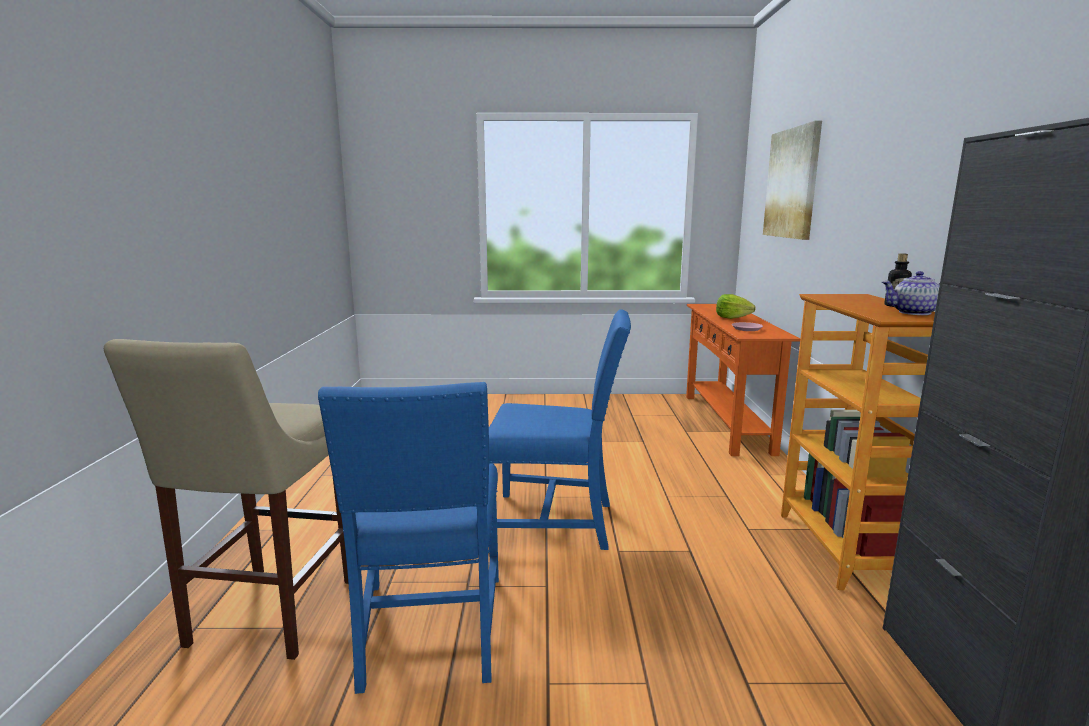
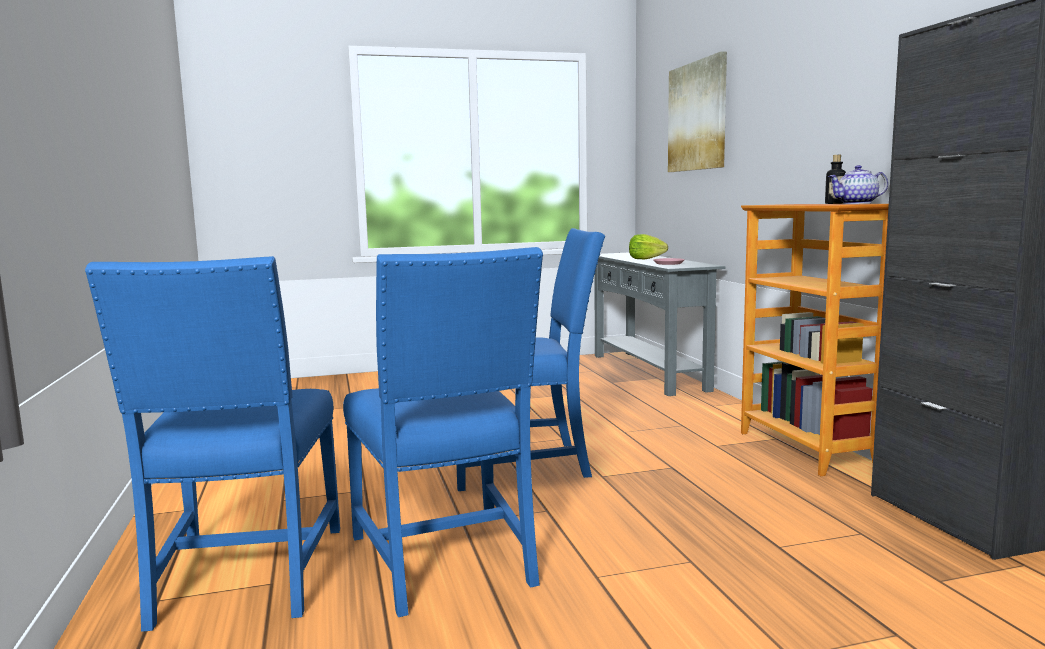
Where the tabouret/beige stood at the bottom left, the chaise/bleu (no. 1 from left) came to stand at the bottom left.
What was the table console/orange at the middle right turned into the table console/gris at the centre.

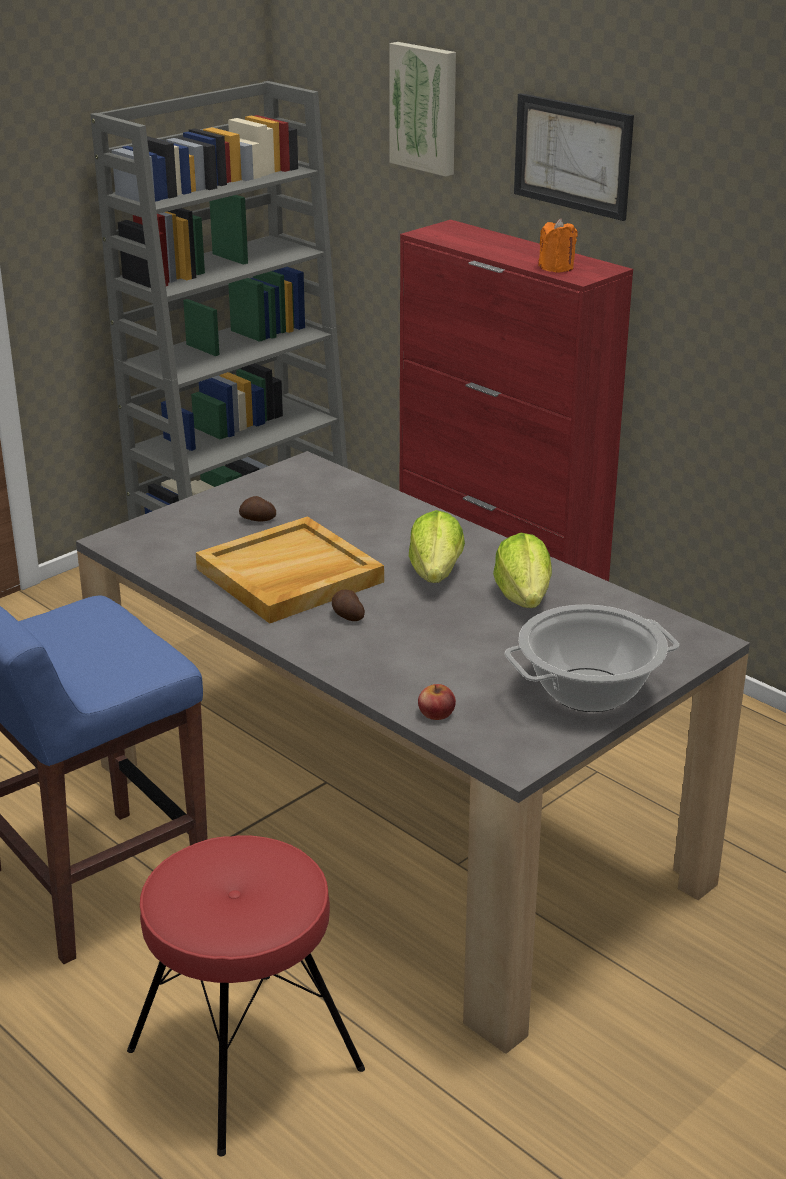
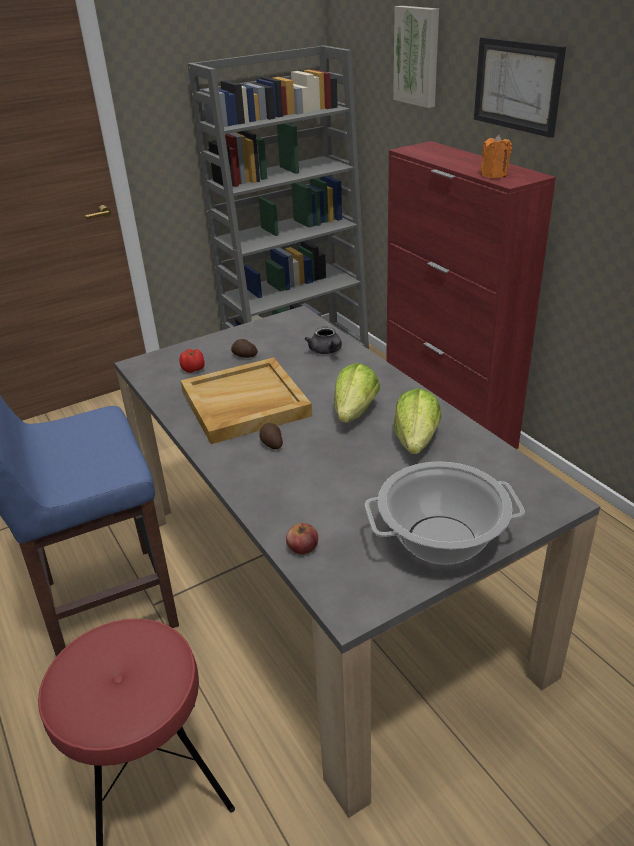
The second view gained the tomate at the middle left.
The second view gained the théière/gris at the centre.

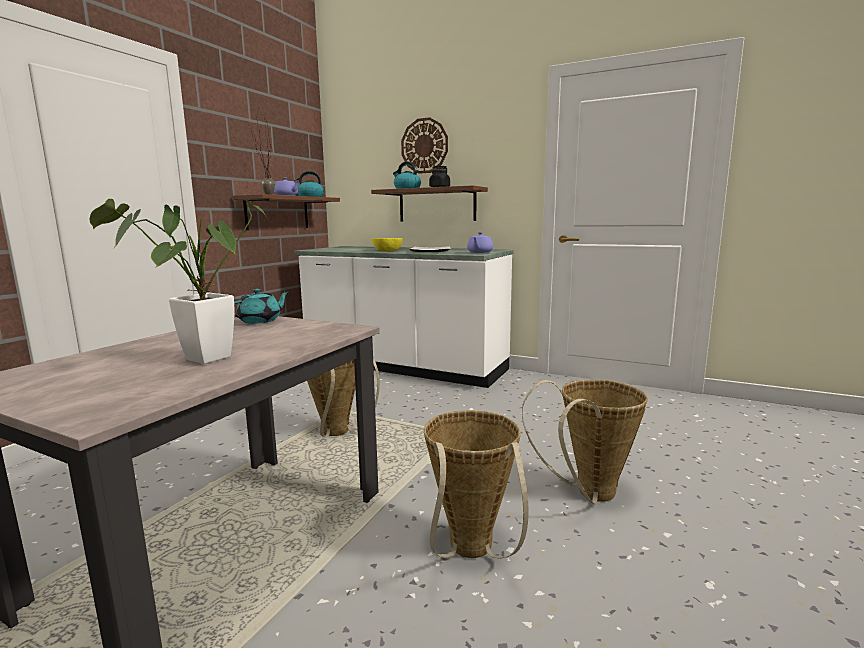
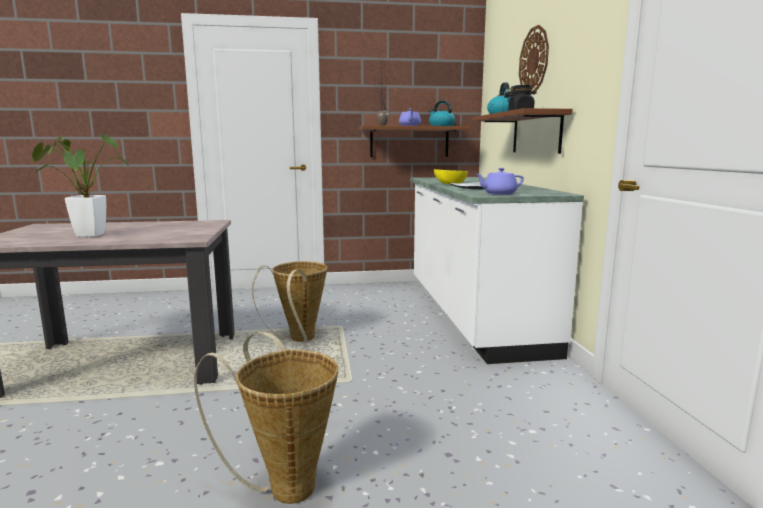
The second view lost the théière/turquoise at the middle left.
The second view lost the panier (no. 2 from left) at the bottom centre.

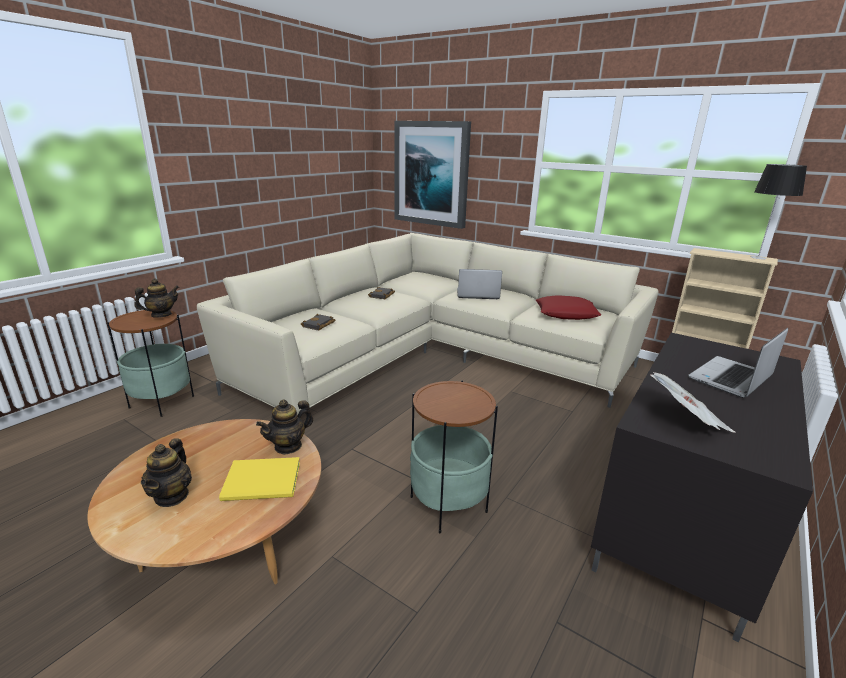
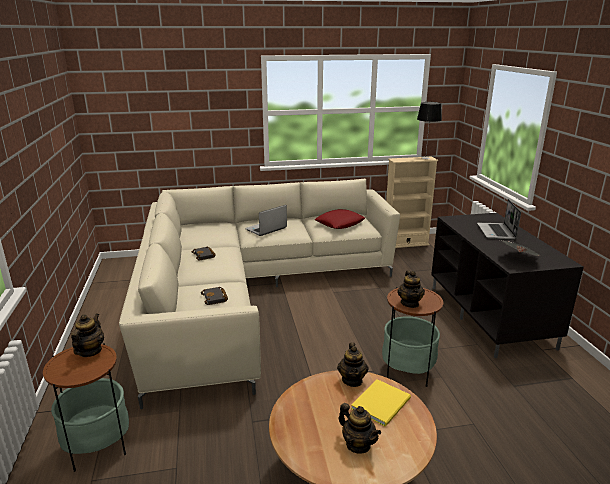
The second view lost the tableau at the top centre.
The second view gained the théière (no. 4 from left) at the middle right.

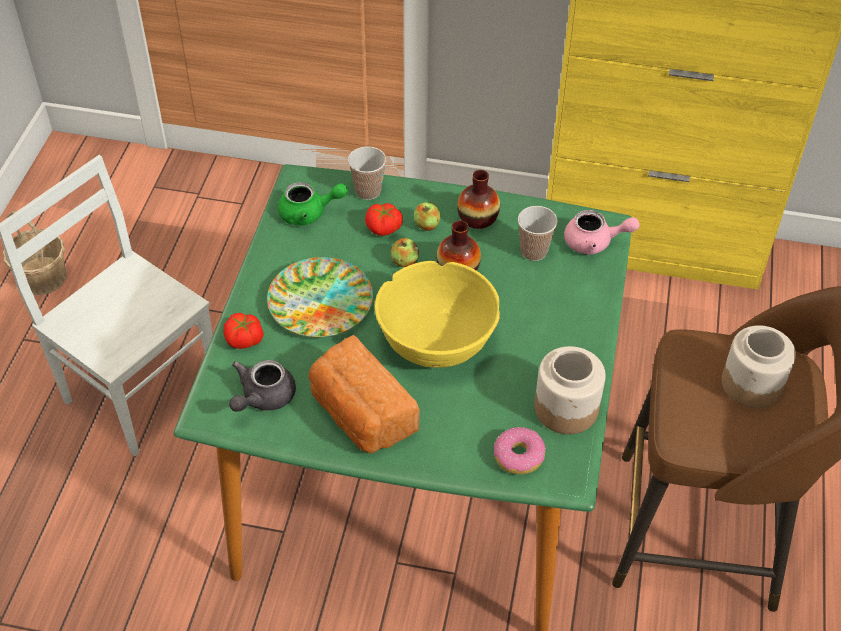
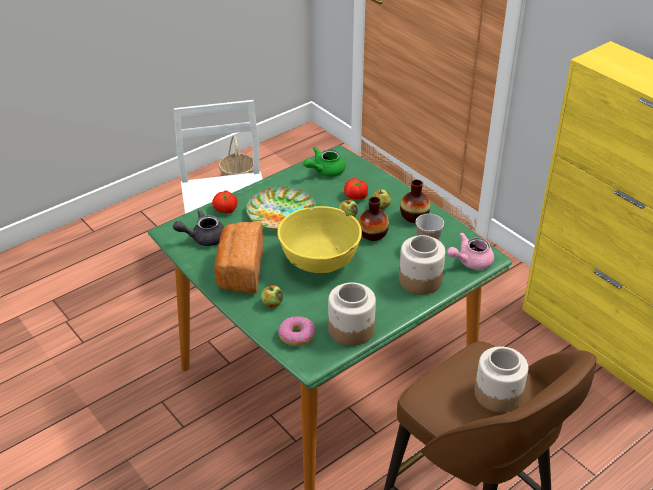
The théière/vert at the top centre ended up facing another way, 105 degrees clockwise from before.
The second view lost the tasse (no. 1 from left) at the top centre.
The théière/rose at the middle right ended up facing another way, 105 degrees clockwise from before.
The second view gained the pomme (no. 1 from left) at the centre.
The second view gained the bocal (no. 2 from left) at the centre.

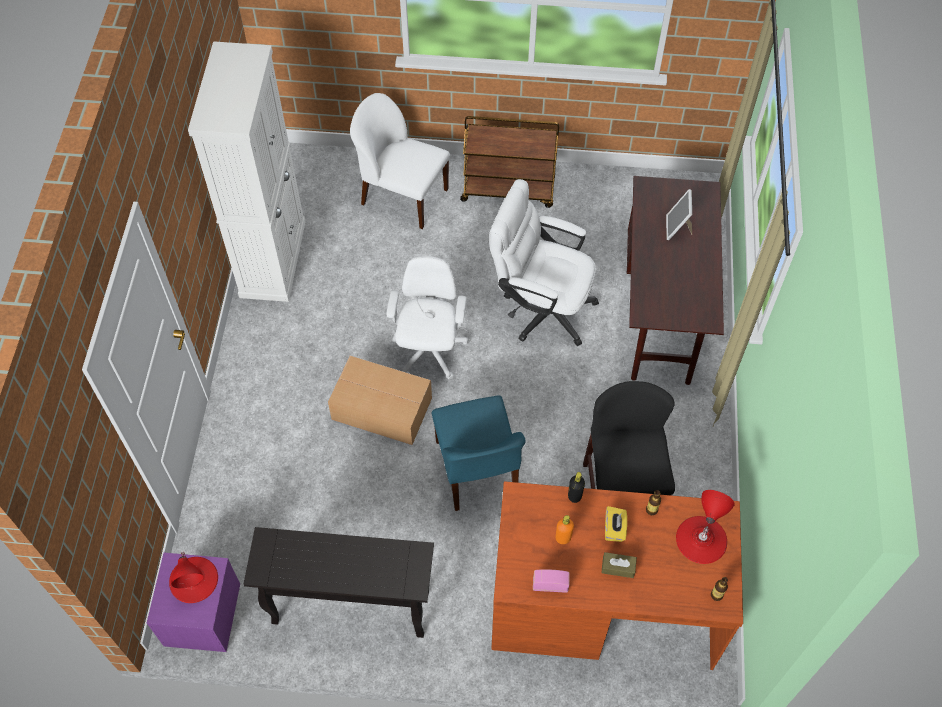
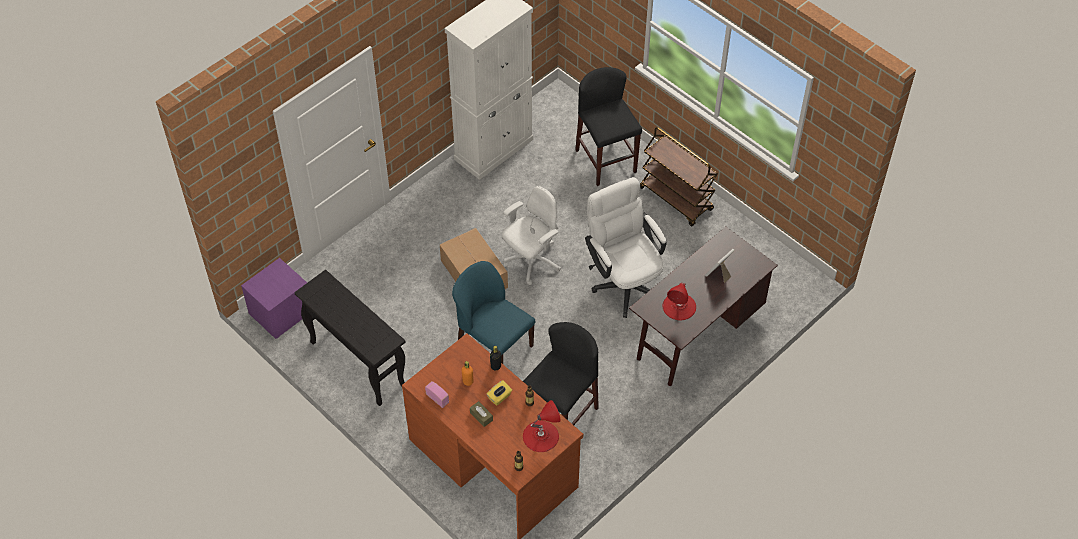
The lampe de table/rouge (no. 1 from left in the first image) ended up elsewhere, having gone from the bottom left to the centre.
Where the chaise/blanc stood at the top centre, the tabouret/noir (no. 2 from left) came to stand at the top centre.
The chaise/bleu at the centre ended up facing another way, 105 degrees clockwise from before.

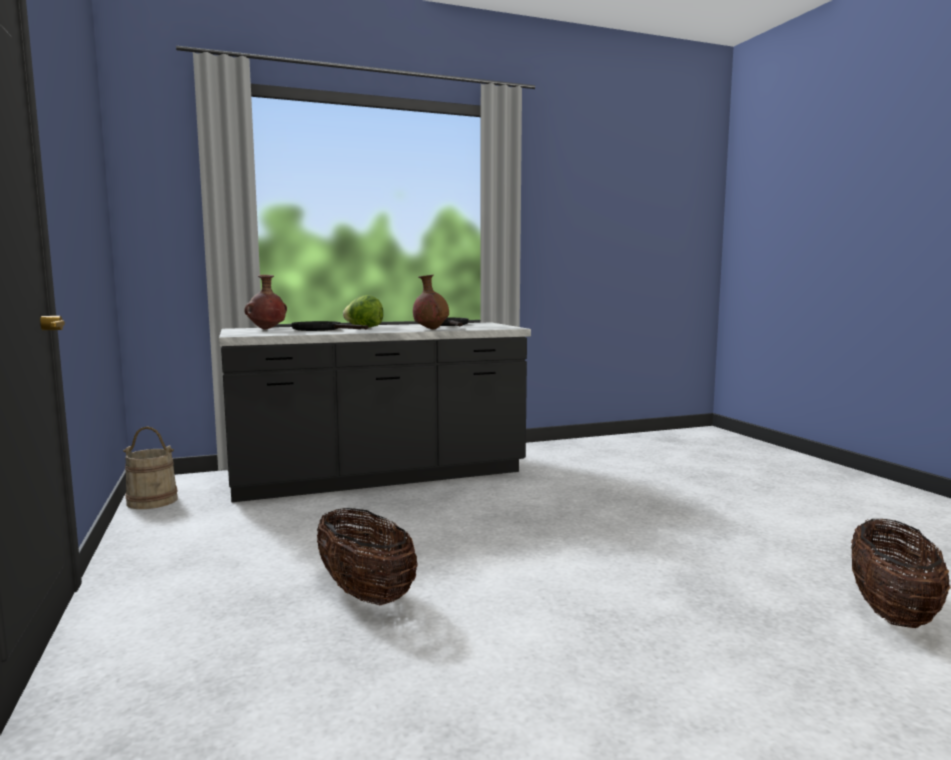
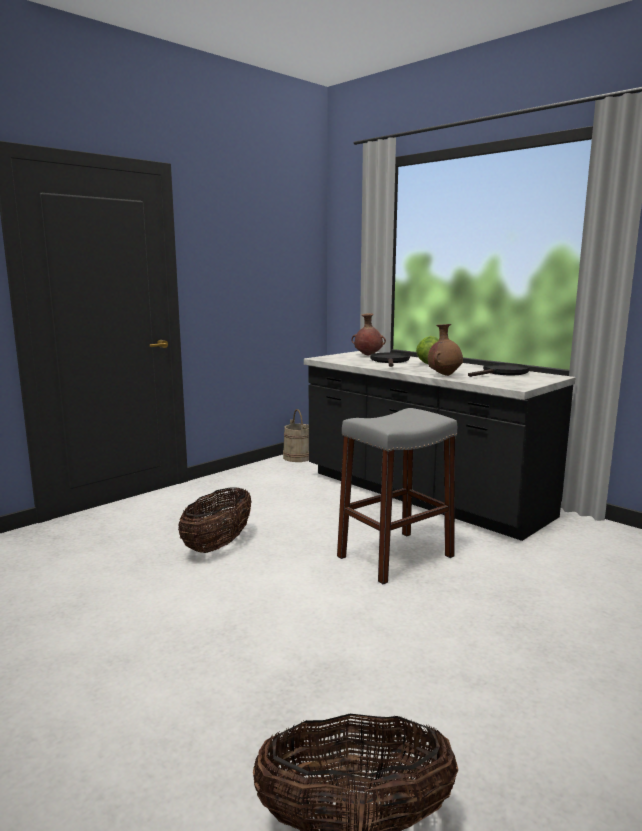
The second view gained the tabouret/gris at the centre.

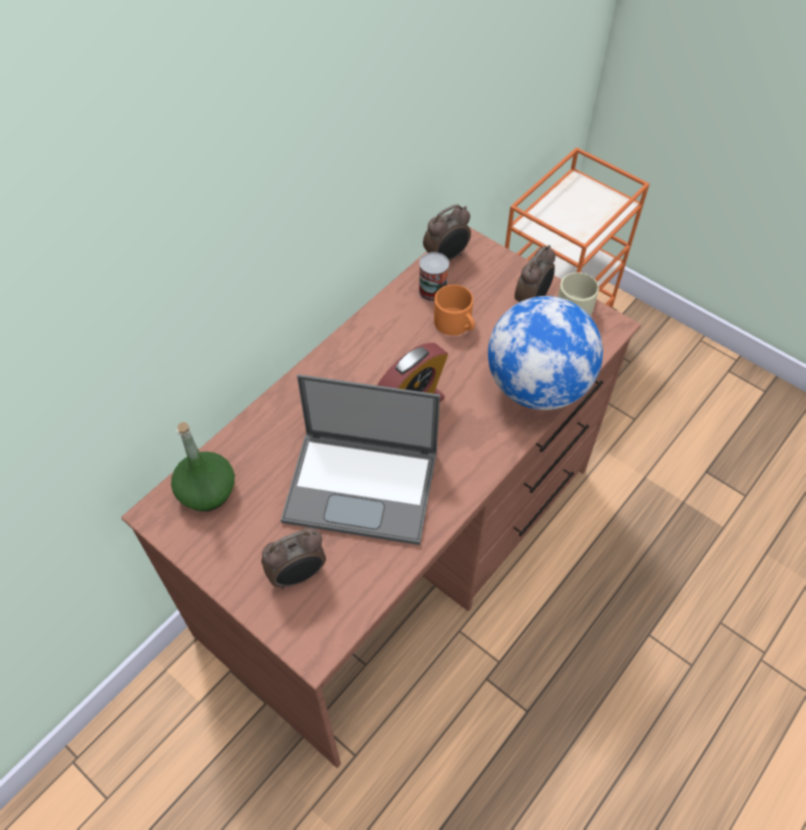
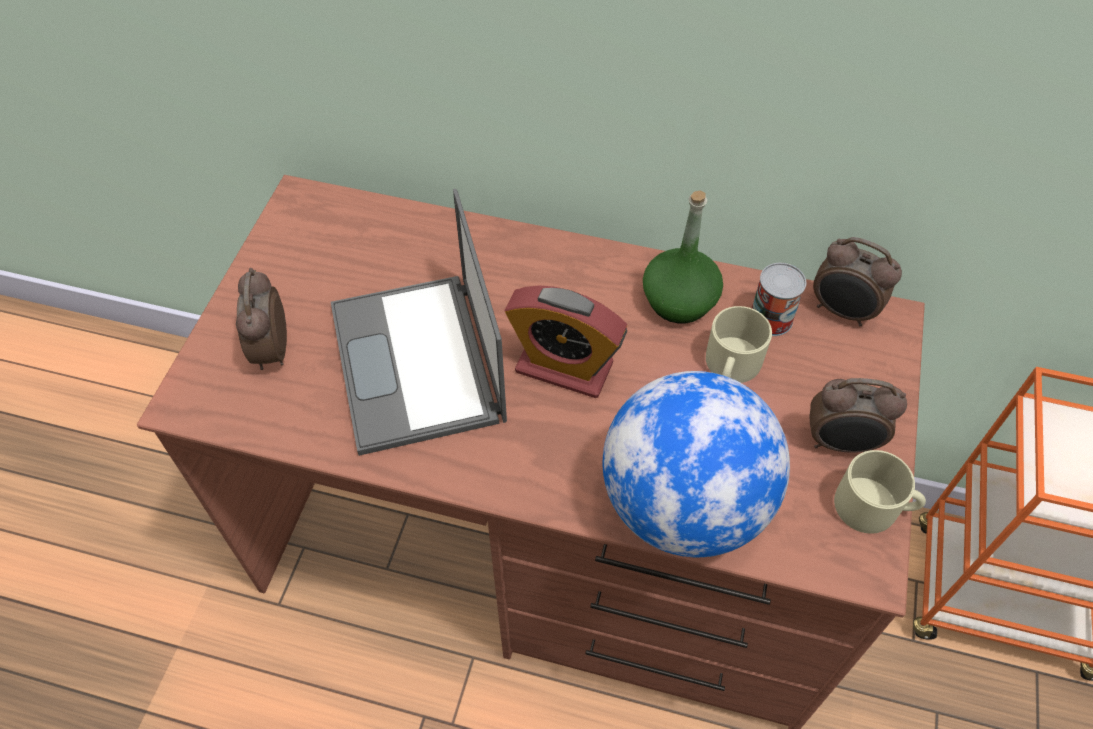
The bouteille/vert ended up elsewhere, having gone from the middle left to the centre.
The réveil (no. 1 from left) at the bottom centre ended up facing another way, 45 degrees clockwise from before.
What was the mug/orange at the centre turned into the mug/beige (no. 1 from left) at the middle right.

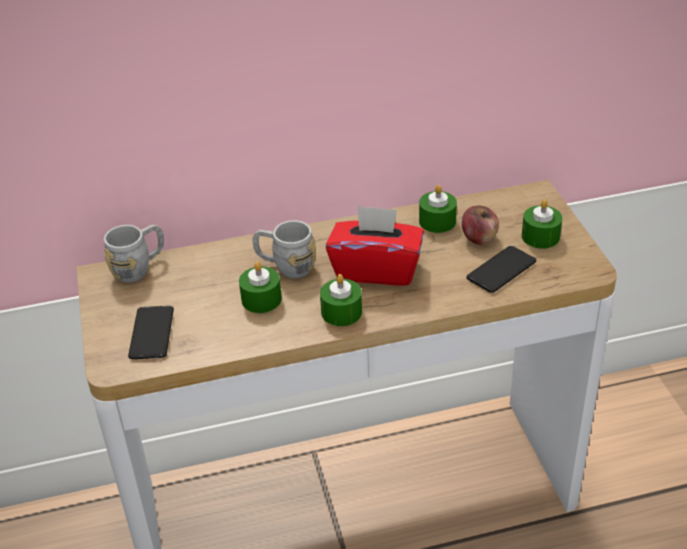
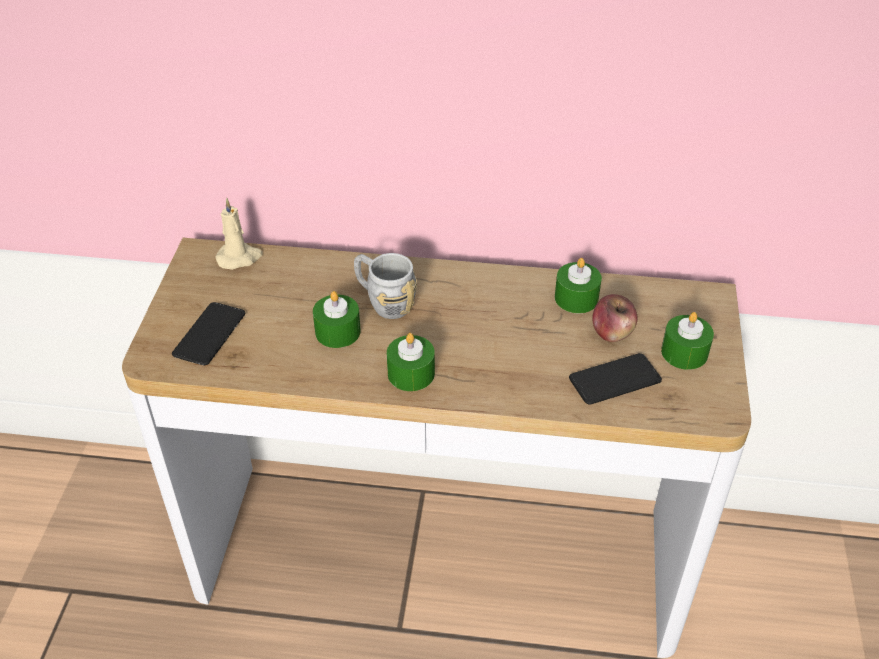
Where the mug/gris (no. 1 from left) stood at the middle left, the bougie/beige came to stand at the middle left.
The second view lost the boîte à mouchoirs/rouge at the centre.

